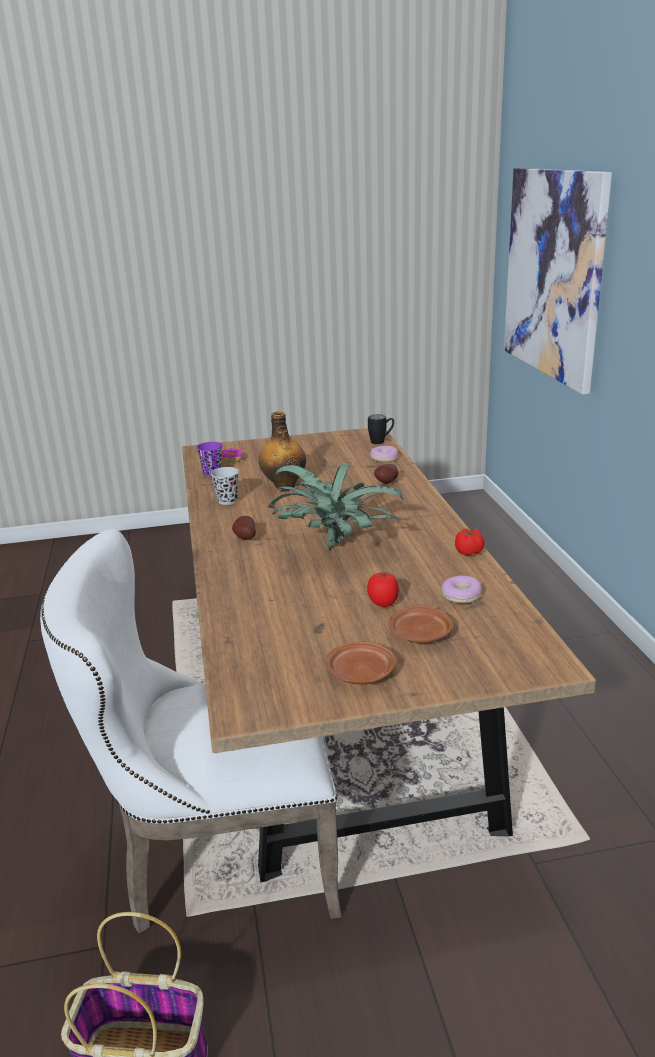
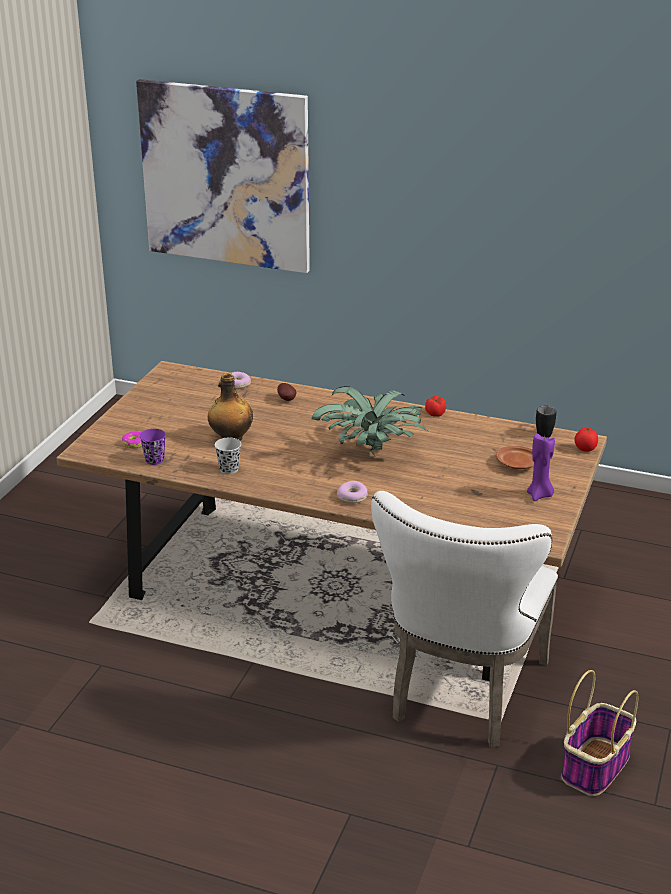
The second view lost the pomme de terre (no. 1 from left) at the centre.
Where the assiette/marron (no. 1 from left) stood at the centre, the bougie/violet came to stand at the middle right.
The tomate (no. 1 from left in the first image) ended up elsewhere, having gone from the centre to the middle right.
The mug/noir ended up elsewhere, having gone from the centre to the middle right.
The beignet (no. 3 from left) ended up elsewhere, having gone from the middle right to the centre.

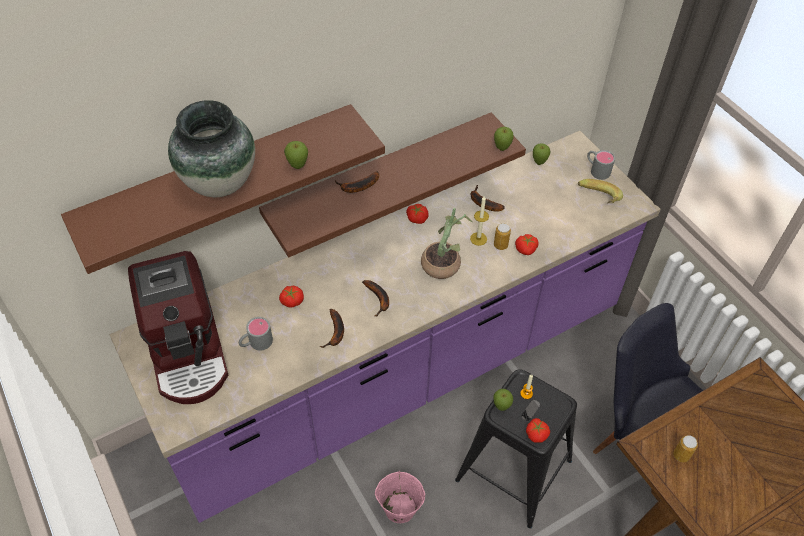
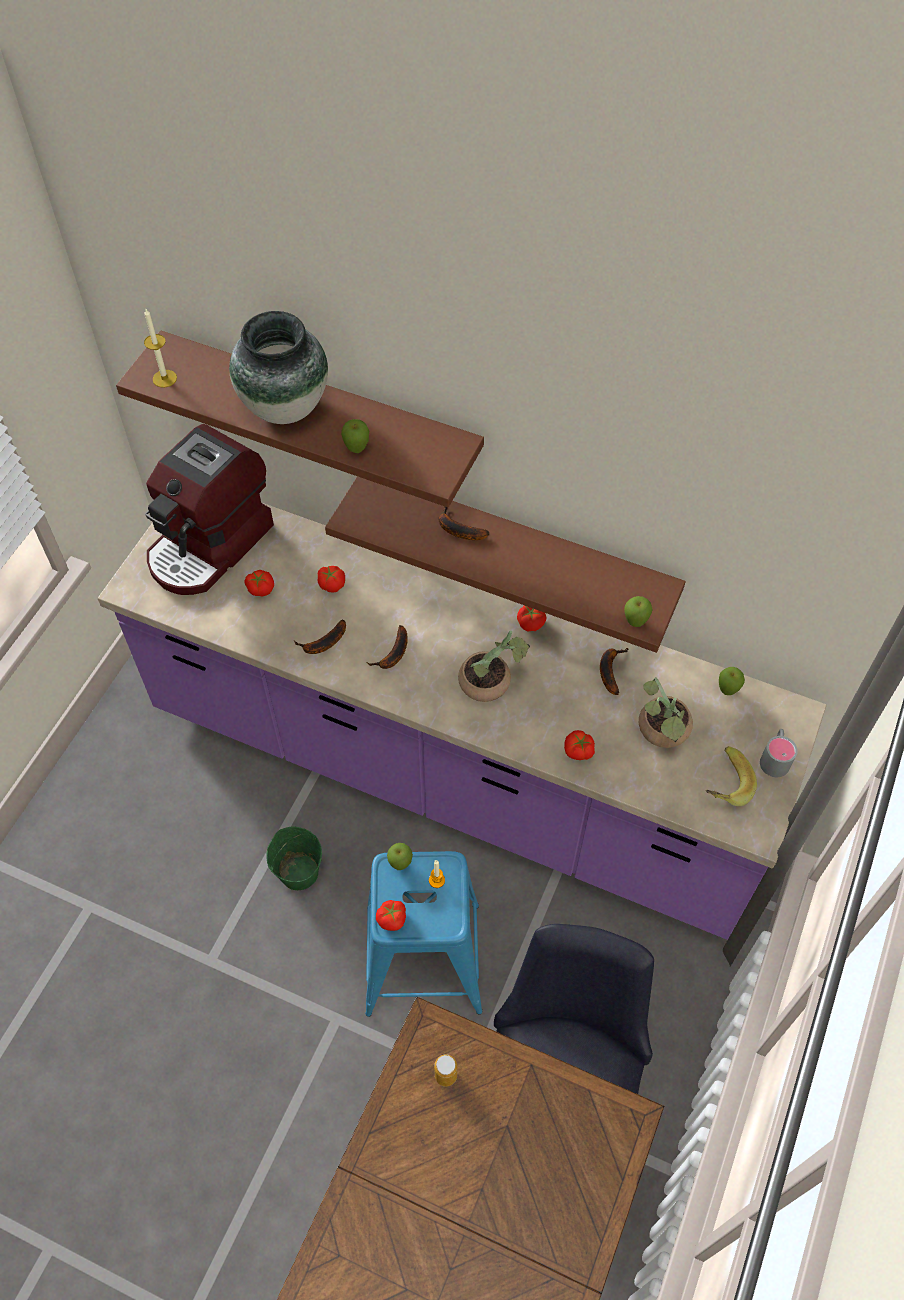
Where the mug/gris (no. 1 from left) stood at the middle left, the tomate (no. 1 from left) came to stand at the middle left.
What was the seau/rose at the bottom centre turned into the seau/vert at the middle left.
What was the tabouret/noir at the bottom centre turned into the tabouret/bleu at the bottom centre.
The bougie (no. 1 from left) ended up elsewhere, having gone from the centre to the top left.
The second view lost the boîte métallique (no. 1 from left) at the centre.
The second view gained the plante en pot (no. 2 from left) at the middle right.

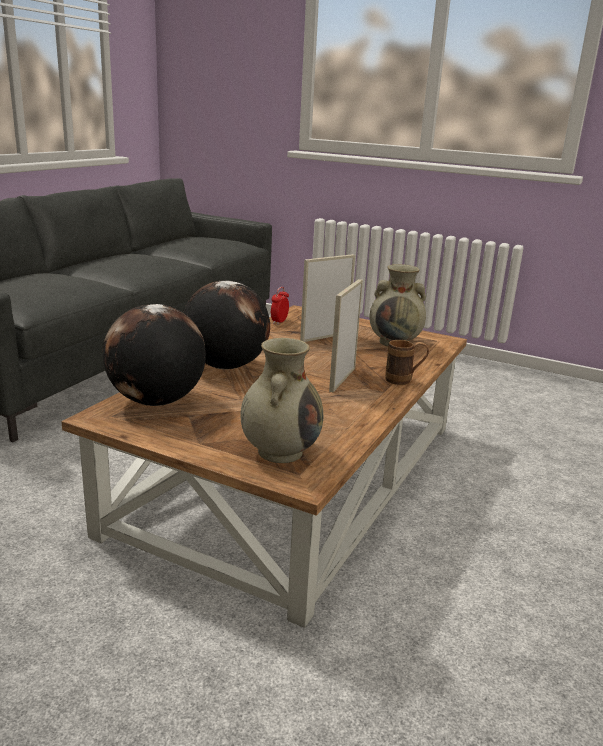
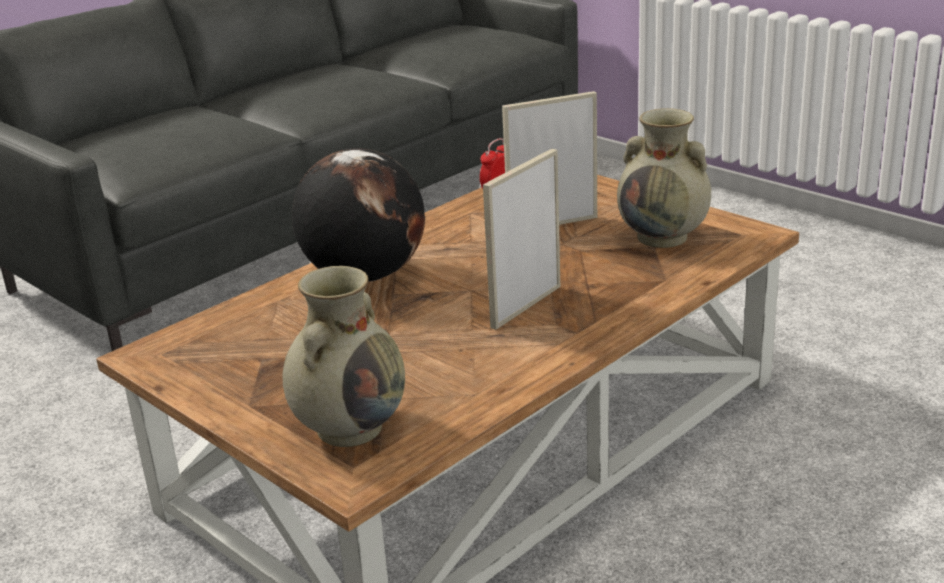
The second view lost the globe (no. 1 from left) at the middle left.
The second view lost the mug/marron at the middle right.

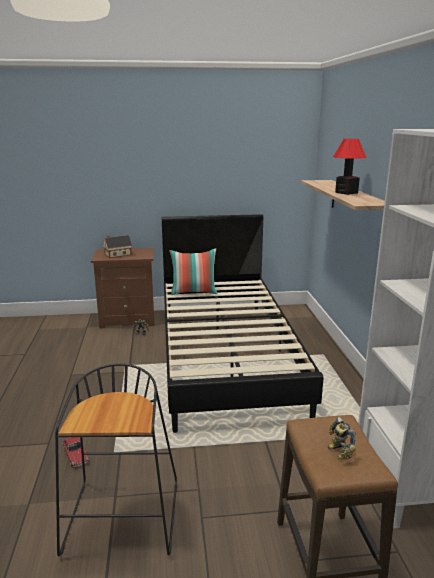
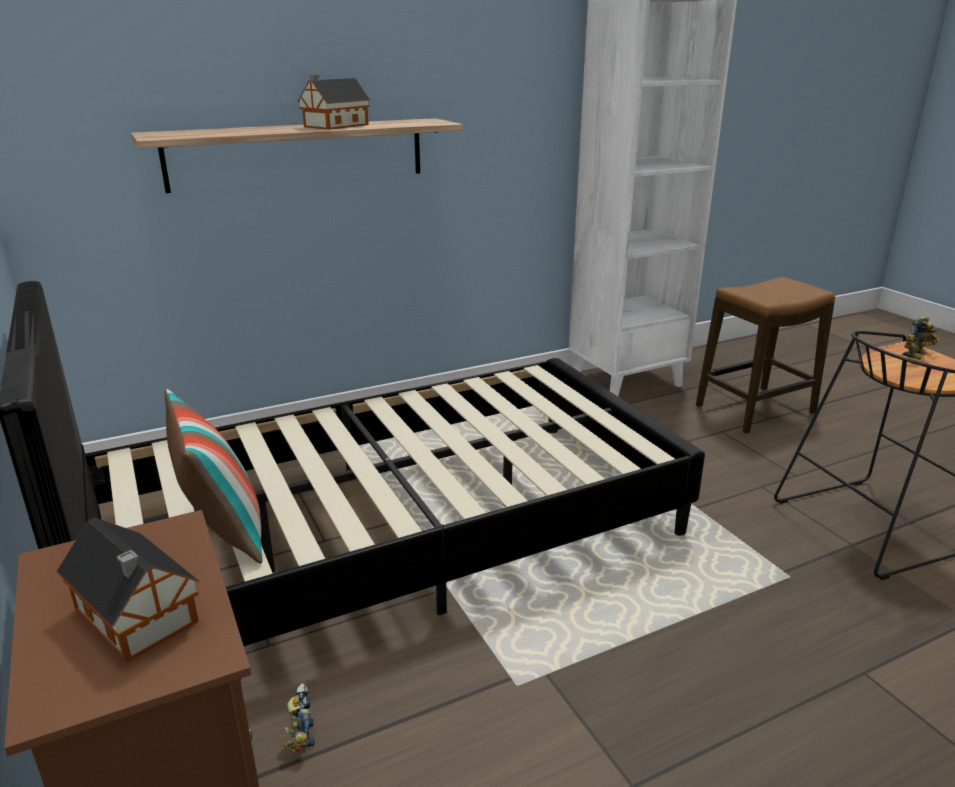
The second view lost the petite voiture at the bottom left.
The robot jouet (no. 2 from left) ended up elsewhere, having gone from the bottom right to the middle right.
Where the lampe de table stood at the top right, the maison miniature (no. 2 from left) came to stand at the top centre.

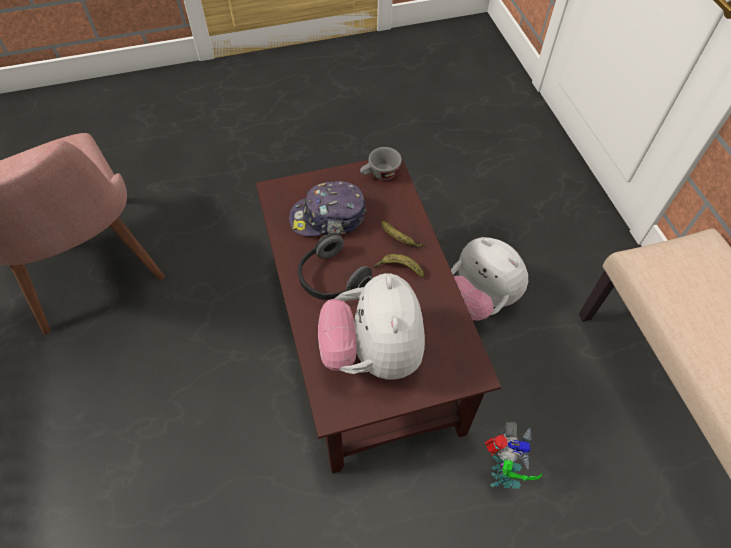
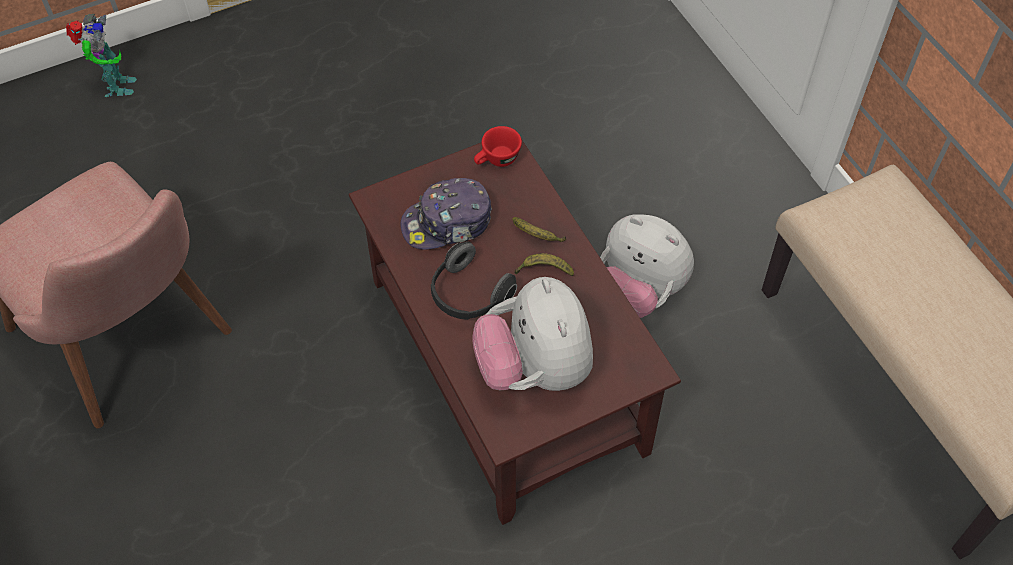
What was the tasse/gris at the top centre turned into the tasse/rouge at the top centre.
The robot jouet ended up elsewhere, having gone from the bottom right to the top left.

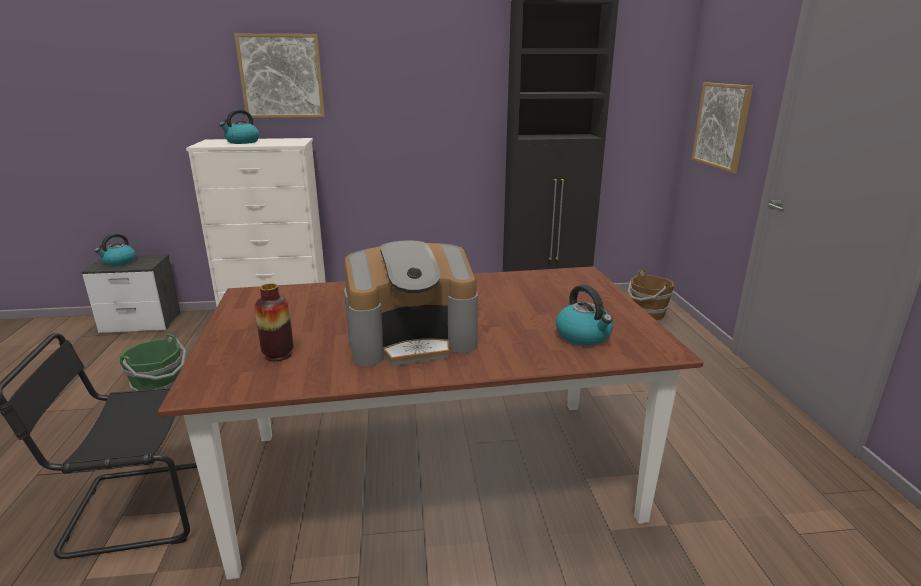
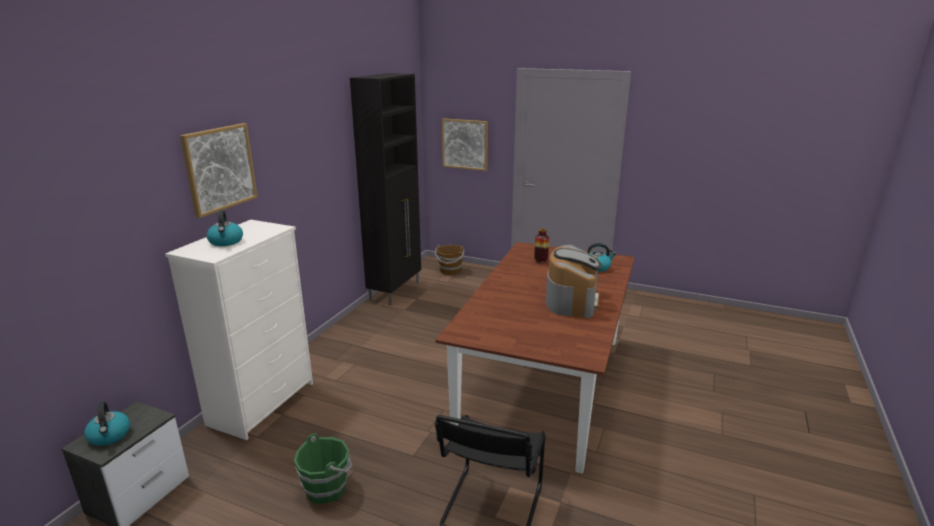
The vase ended up elsewhere, having gone from the middle left to the centre.

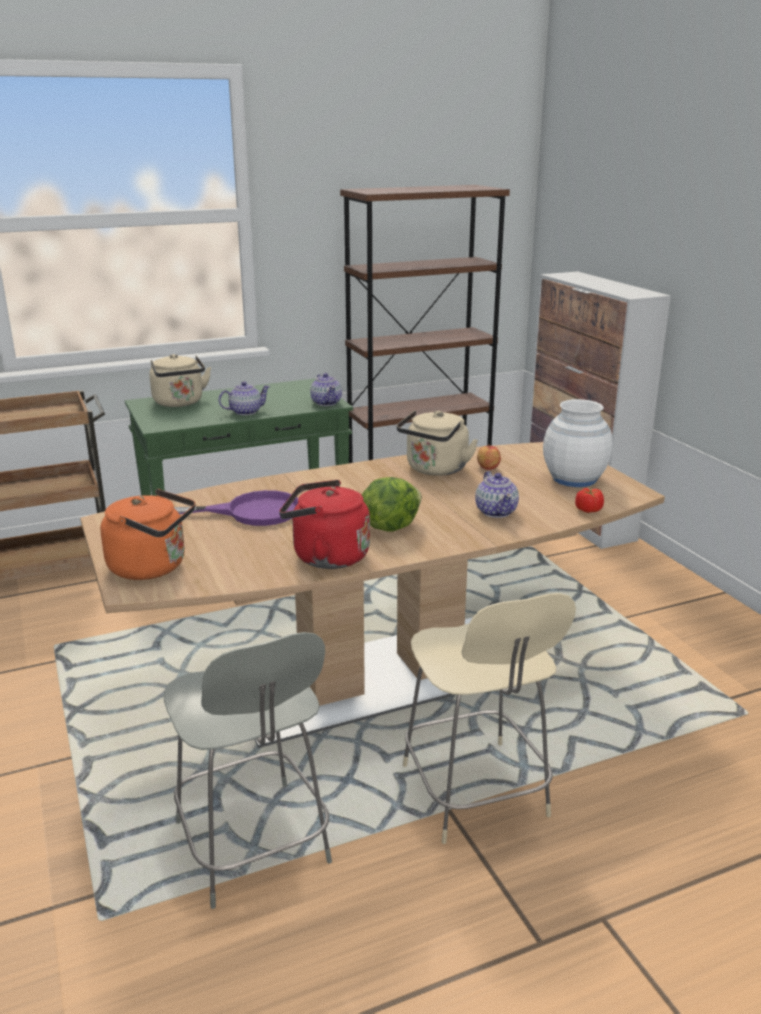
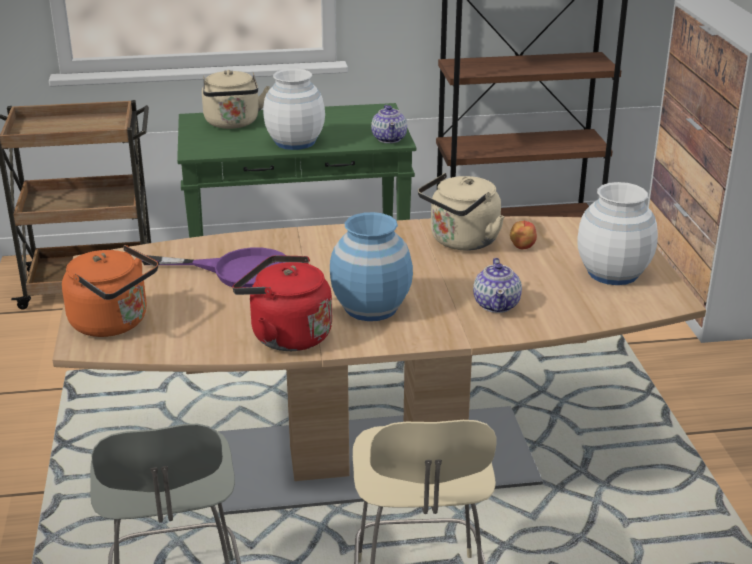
Where the théière (no. 1 from left) stood at the middle left, the vase/blanc (no. 1 from left) came to stand at the top centre.
Where the laitue stood at the centre, the vase/bleu came to stand at the centre.
The second view lost the tomate at the middle right.

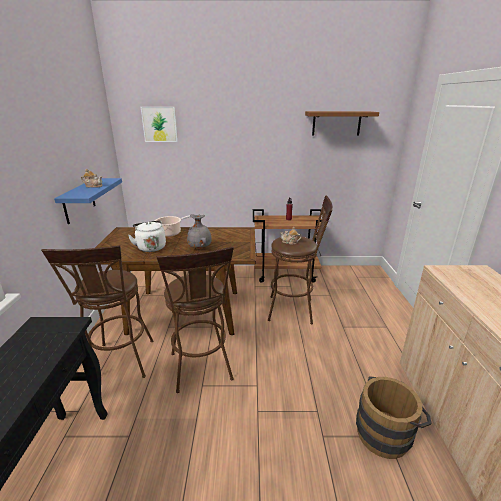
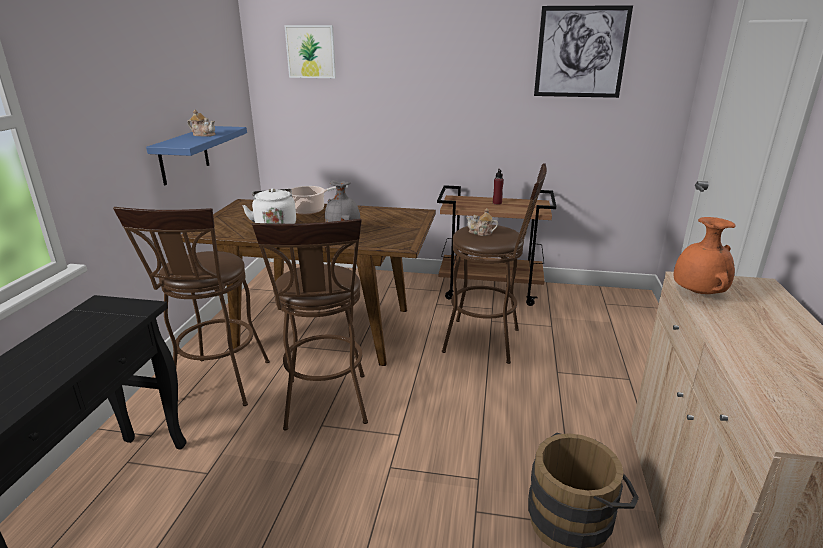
Where the étagère/marron hung at the top right, the tableau (no. 2 from left) came to hang at the top right.
The second view gained the vase/orange at the middle right.

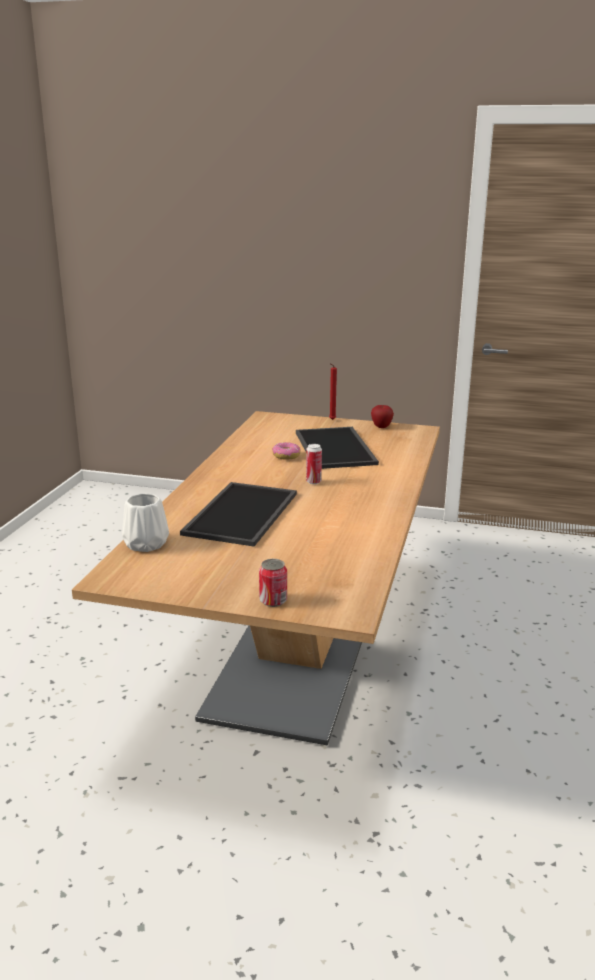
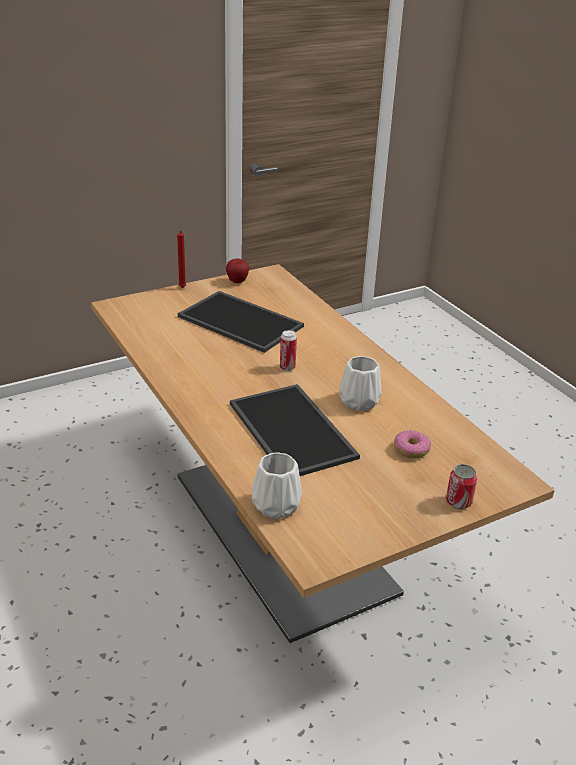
The beignet ended up elsewhere, having gone from the centre to the middle right.
The second view gained the vase/blanc (no. 2 from left) at the centre.

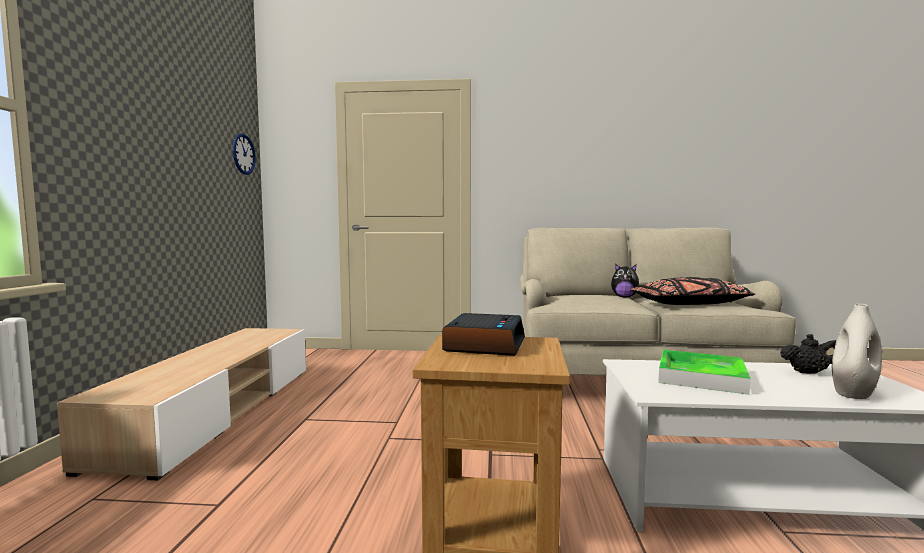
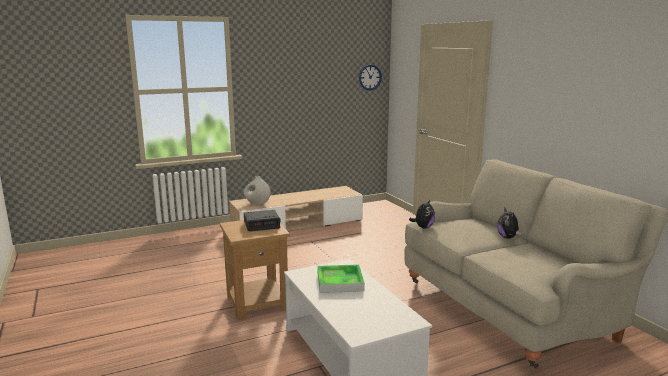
The second view lost the coussin/noir at the middle right.
The second view lost the théière/noir at the middle right.
The vase/blanc ended up elsewhere, having gone from the middle right to the centre.
The second view gained the peluche (no. 1 from left) at the centre.

